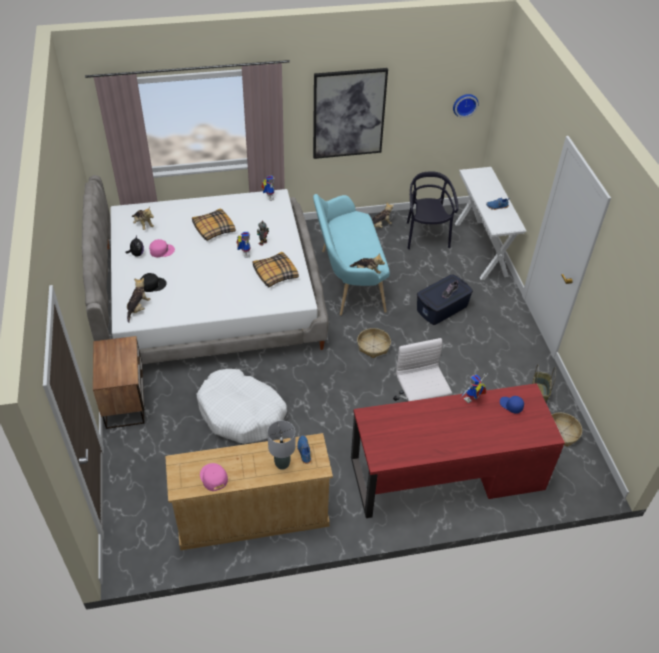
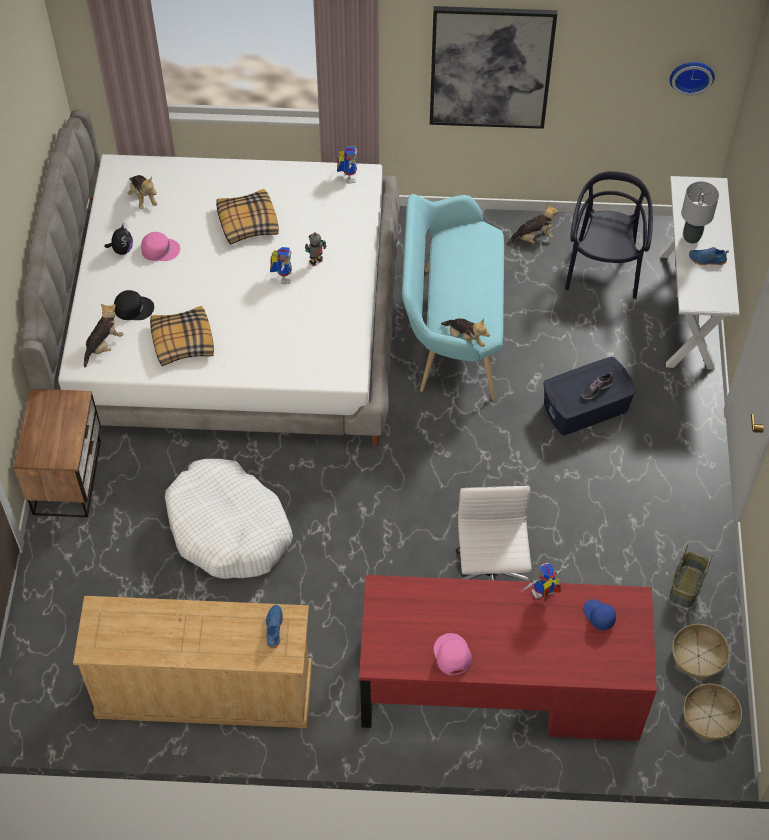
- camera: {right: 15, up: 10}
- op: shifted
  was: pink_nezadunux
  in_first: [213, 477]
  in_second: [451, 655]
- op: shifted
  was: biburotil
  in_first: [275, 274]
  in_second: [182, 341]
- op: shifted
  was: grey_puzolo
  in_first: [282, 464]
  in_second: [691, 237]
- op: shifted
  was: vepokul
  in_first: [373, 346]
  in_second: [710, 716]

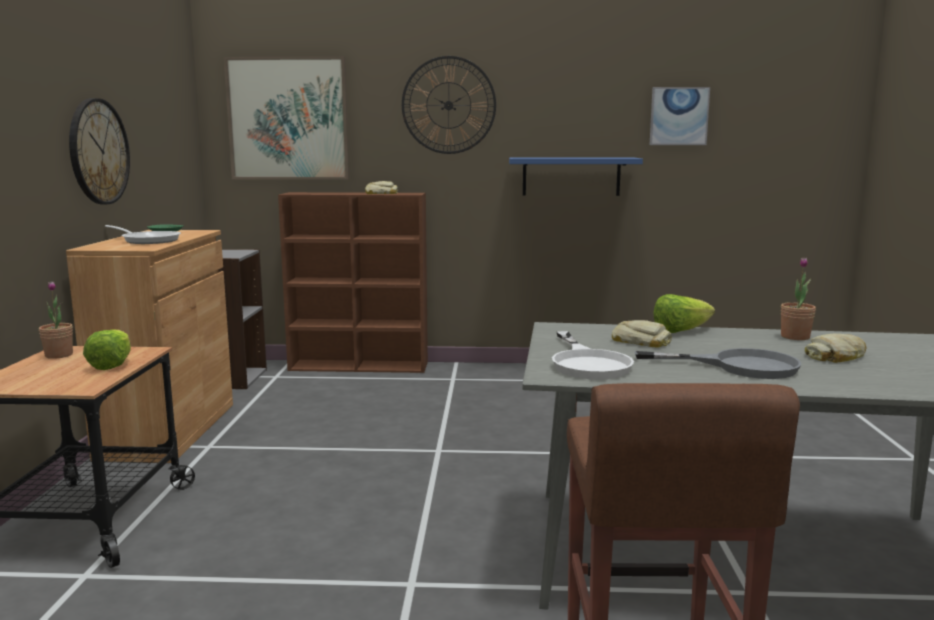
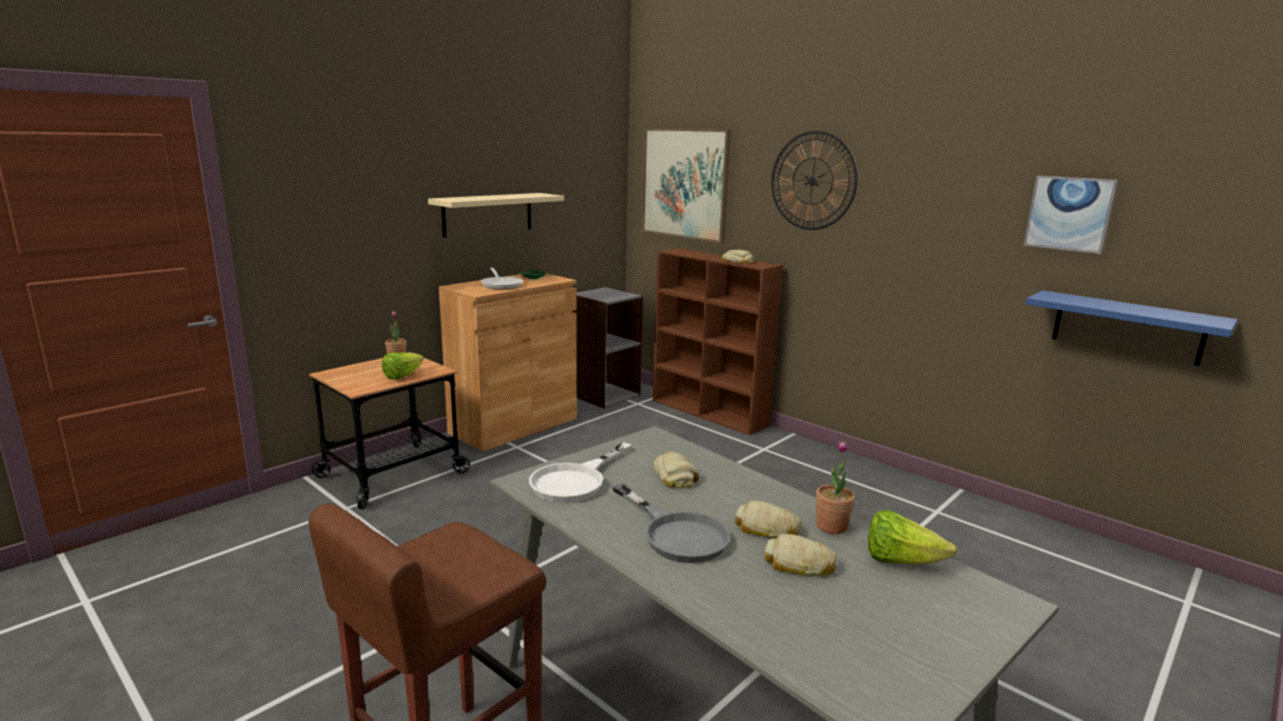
- camera: {right: 40, up: 5}
- op: new
  now: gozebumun
  in_second: [767, 529]
- op: shifted
  was: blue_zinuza
  in_first: [571, 176]
  in_second: [1127, 327]
- op: shifted
  was: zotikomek
  in_first: [680, 331]
  in_second: [900, 561]
- op: swapped
  was: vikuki
  now: beige_zinuza
  in_first: [98, 152]
  in_second: [488, 214]

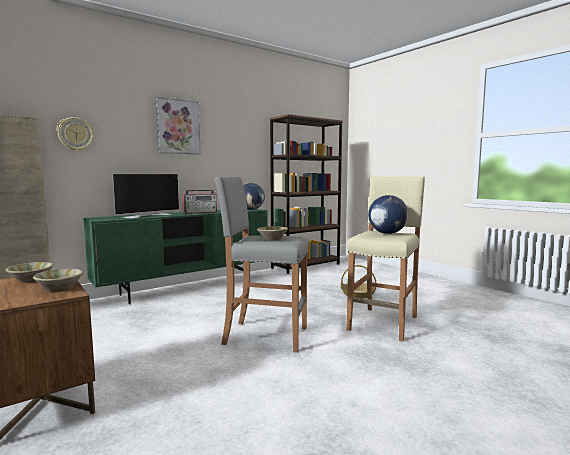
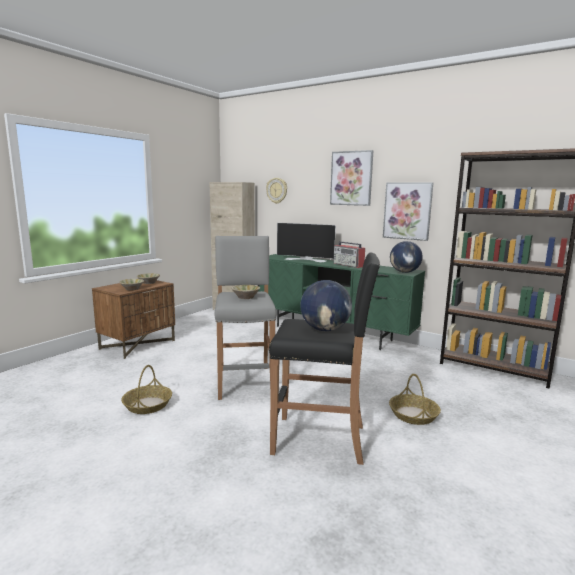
- camera: {right: 70, up: 5}
- op: new
  now: vepokul
  in_second: [147, 405]
- op: new
  now: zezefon
  in_second: [407, 211]
- op: repainted
  was: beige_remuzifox
  now: black_remuzifox
  in_first: [384, 323]
  in_second: [320, 439]

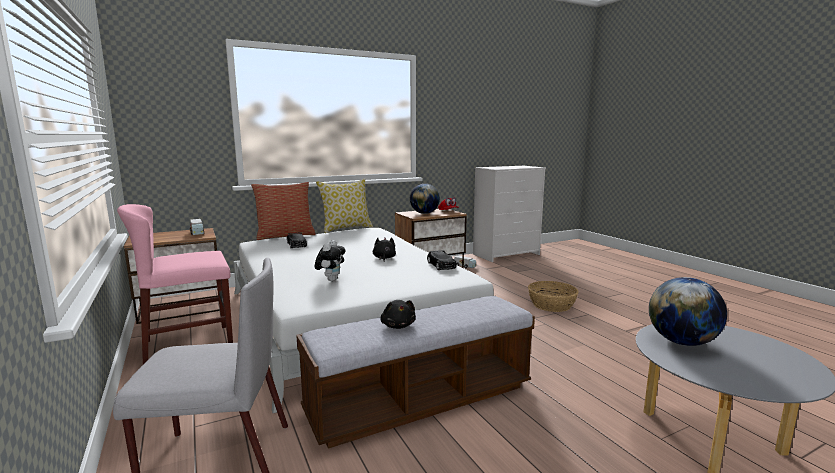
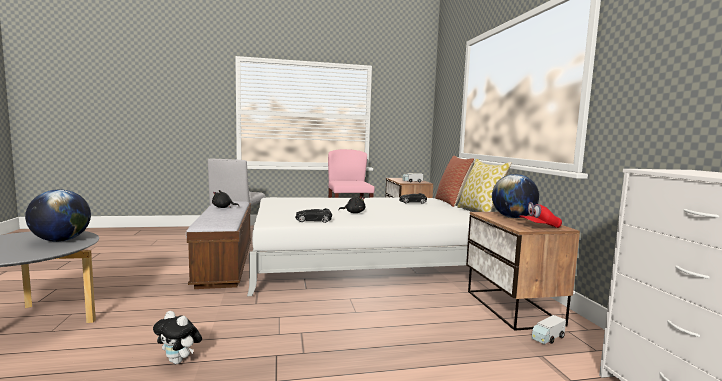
- camera: {right: 105, up: -5}
- op: gone
  was: vepokul
  in_first: [552, 305]
- op: shifted
  was: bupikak
  in_first: [331, 279]
  in_second: [179, 361]

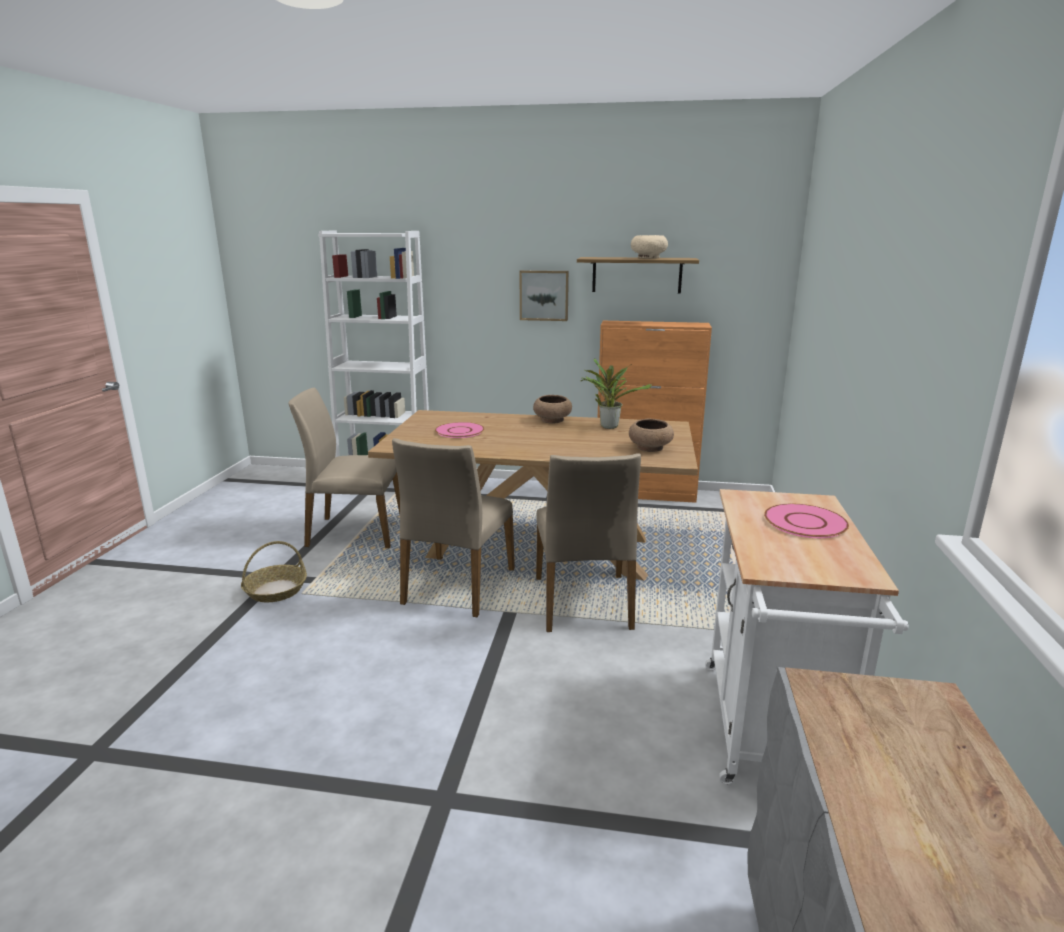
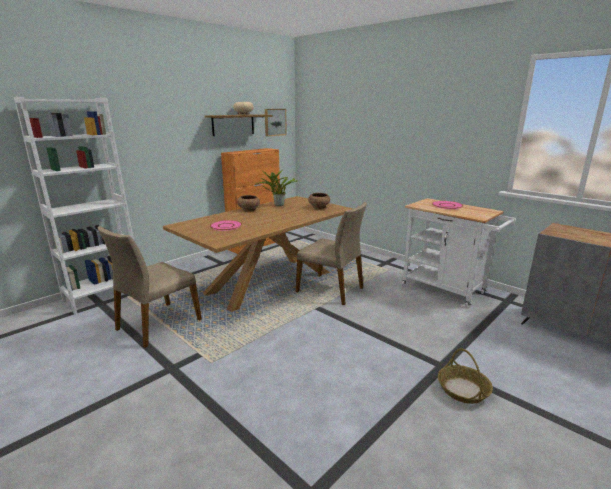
- camera: {right: -55, up: 0}
- op: gone
  was: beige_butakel
  in_first: [457, 586]
- op: shifted
  was: vepokul
  in_first: [276, 590]
  in_second: [462, 389]
- op: shifted
  was: zezefon
  in_first: [544, 295]
  in_second: [274, 122]

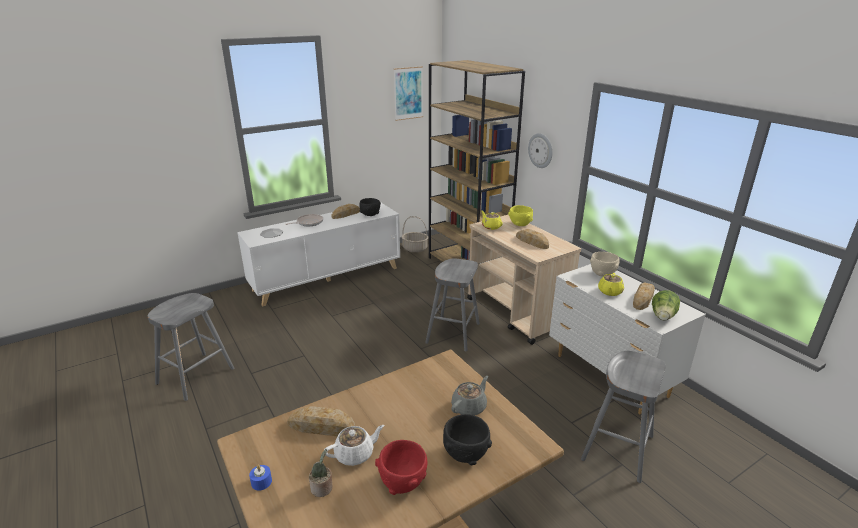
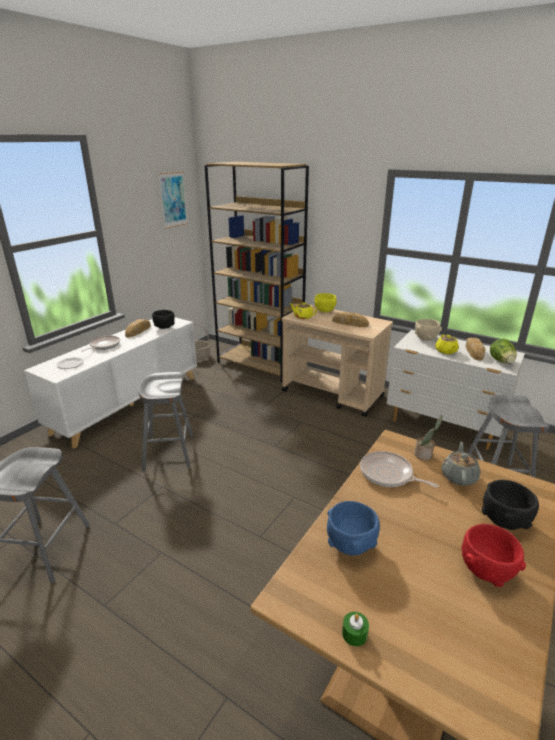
- camera: {right: -25, up: 0}
- op: gone
  was: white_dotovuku
  in_first: [355, 454]
- op: gone
  was: vikuki
  in_first: [541, 150]
- op: new
  now: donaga
  in_second: [388, 474]
- op: shifted
  was: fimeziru
  in_first: [322, 489]
  in_second: [424, 455]
- op: shifted
  was: grey_remuzifox
  in_first: [453, 333]
  in_second: [169, 452]
- op: swapped
  was: gozebumun
  now: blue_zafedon
  in_first: [321, 426]
  in_second: [351, 545]
- op: repainted
  was: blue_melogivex
  now: green_melogivex
  in_first: [261, 482]
  in_second: [354, 634]

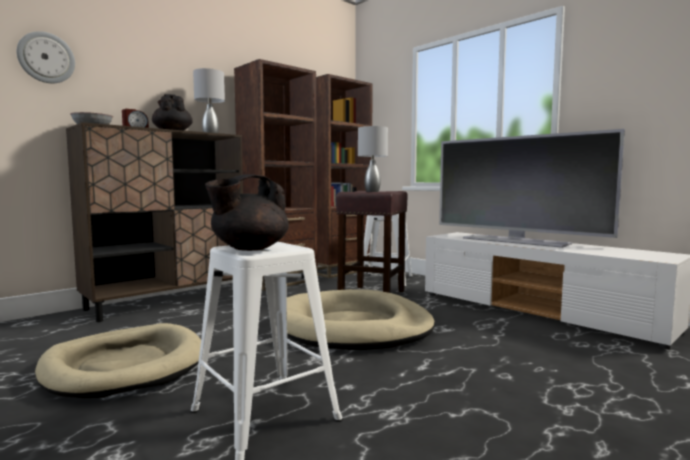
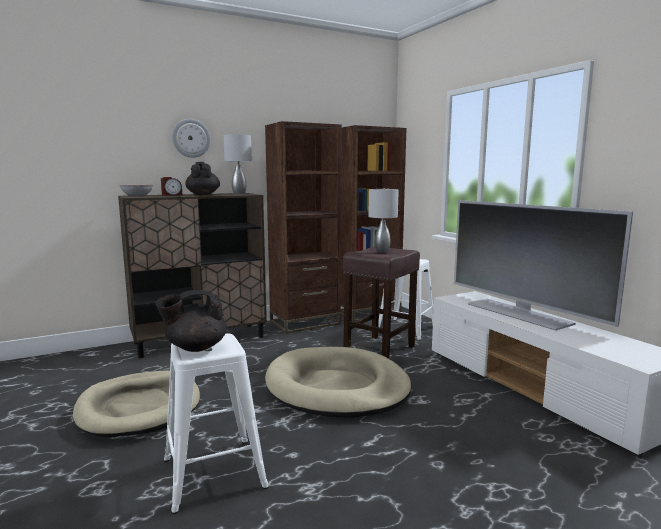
- camera: {right: 15, up: 5}
- op: shifted
  was: vikuki
  in_first: [46, 58]
  in_second: [191, 138]

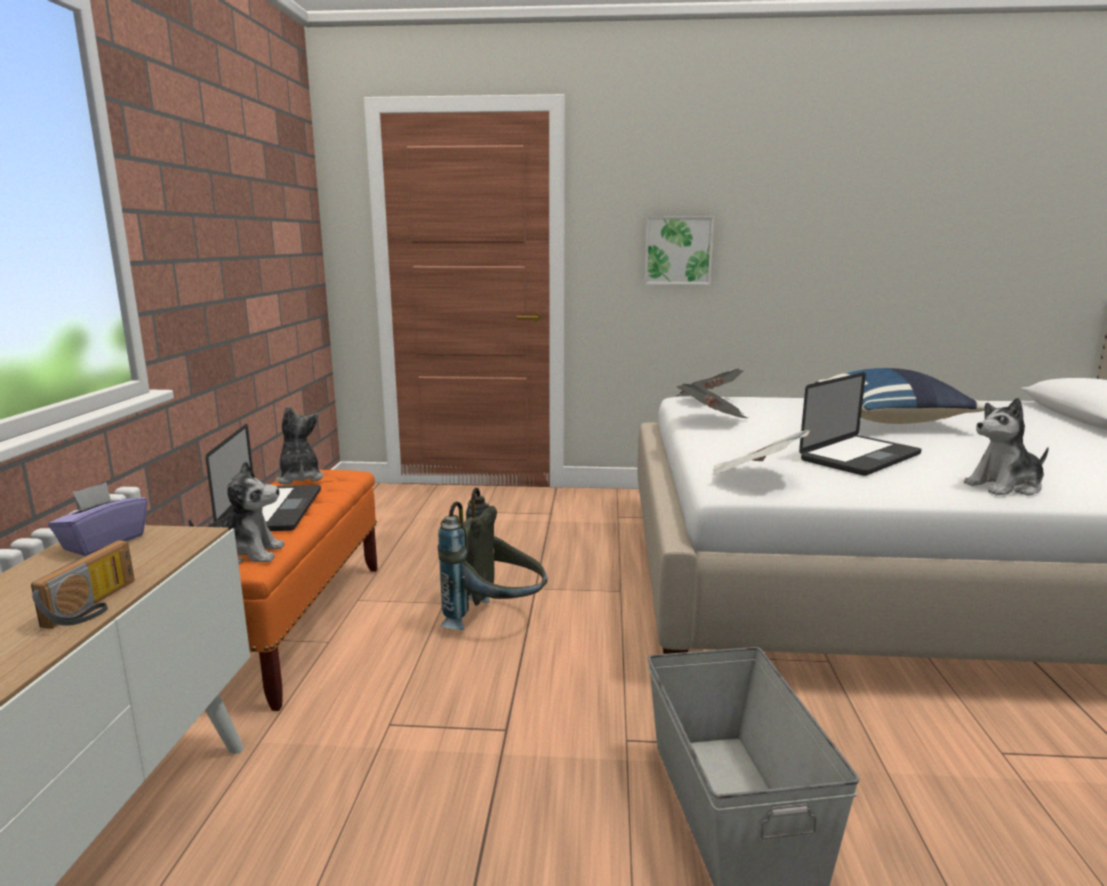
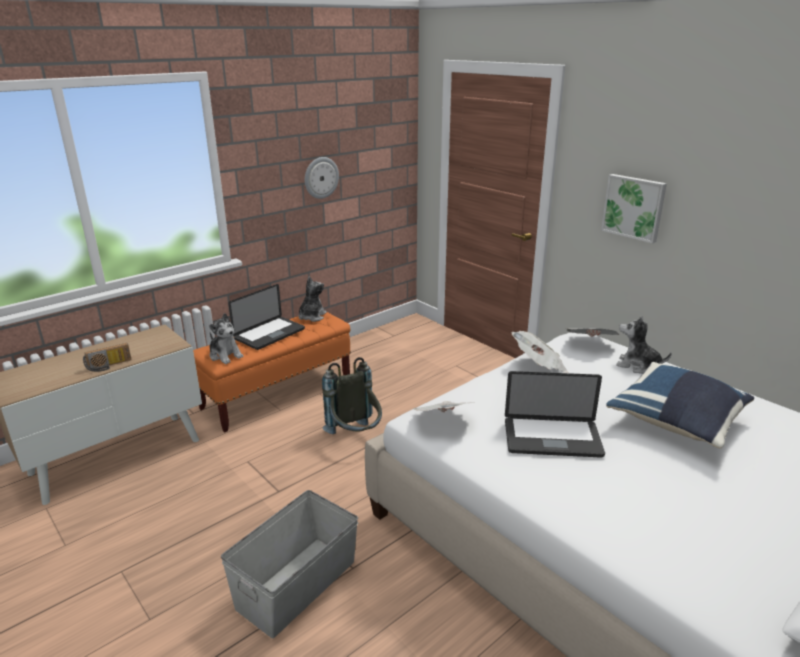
- camera: {right: 45, up: 10}
- op: gone
  was: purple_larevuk
  in_first: [103, 543]
- op: new
  now: vikuki
  in_second: [321, 177]
- op: shifted
  was: bupikak
  in_first: [1005, 486]
  in_second: [637, 365]

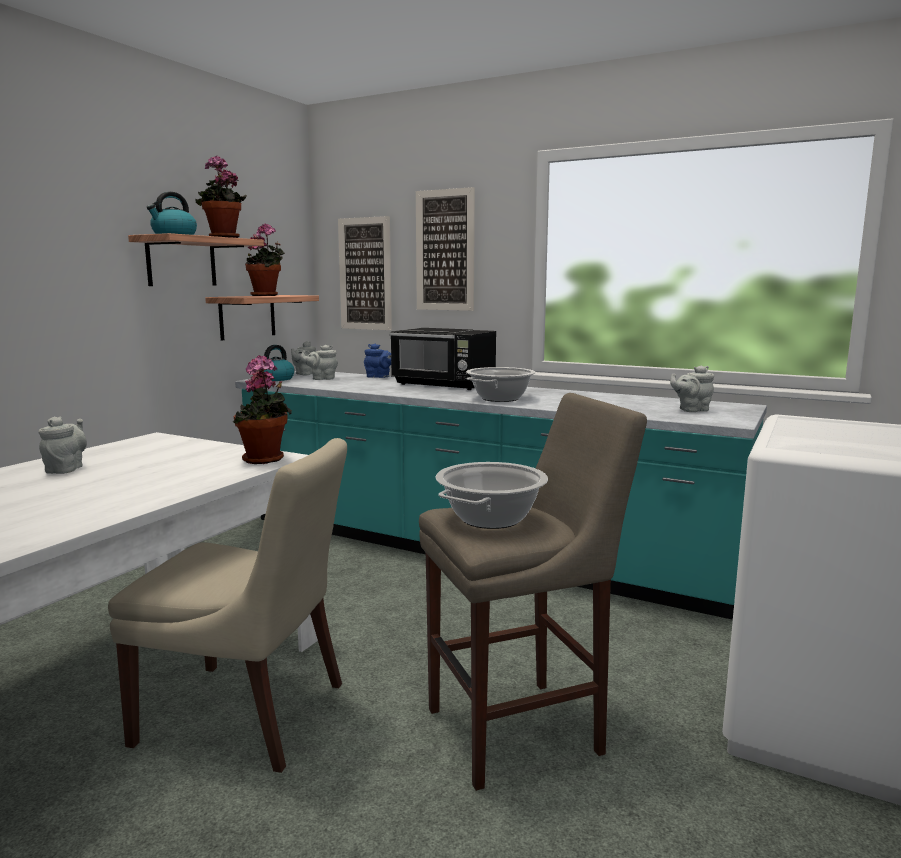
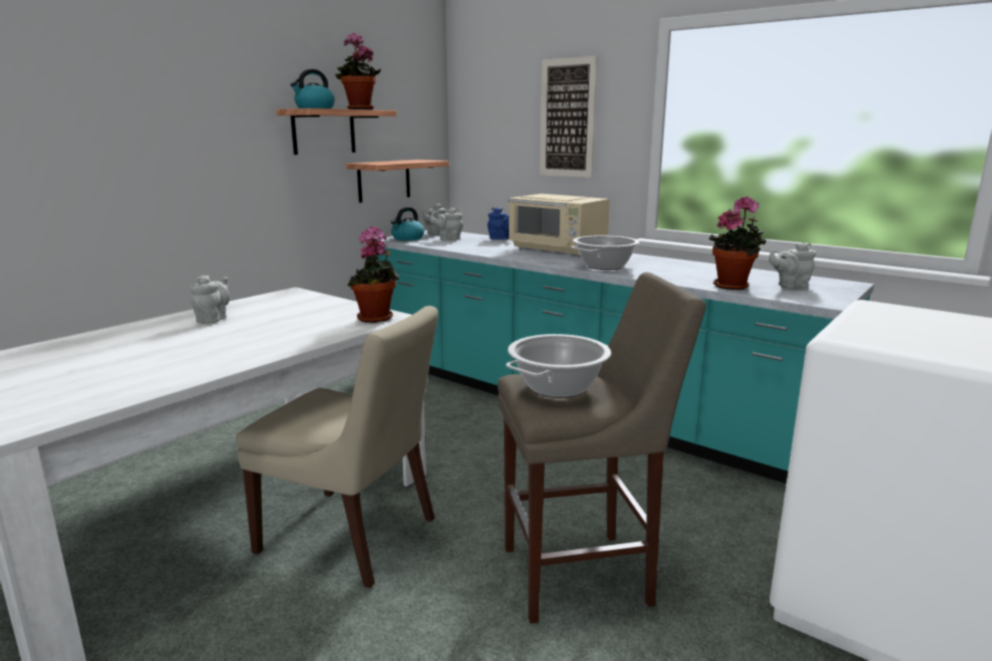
- camera: {right: 10, up: 5}
- op: gone
  was: zezefon
  in_first: [365, 274]
- op: shifted
  was: fimeziru
  in_first: [267, 295]
  in_second: [733, 286]
- op: repainted
  was: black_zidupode
  now: beige_zidupode
  in_first: [444, 385]
  in_second: [558, 249]

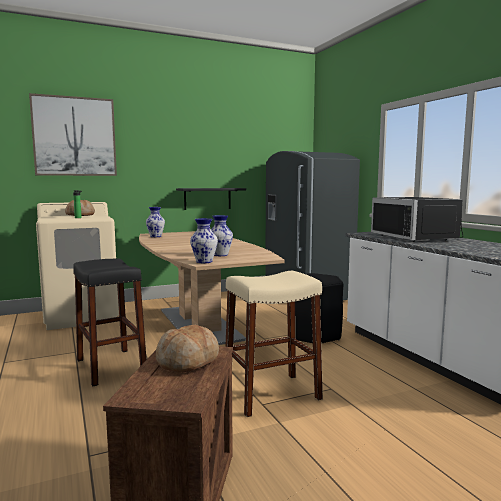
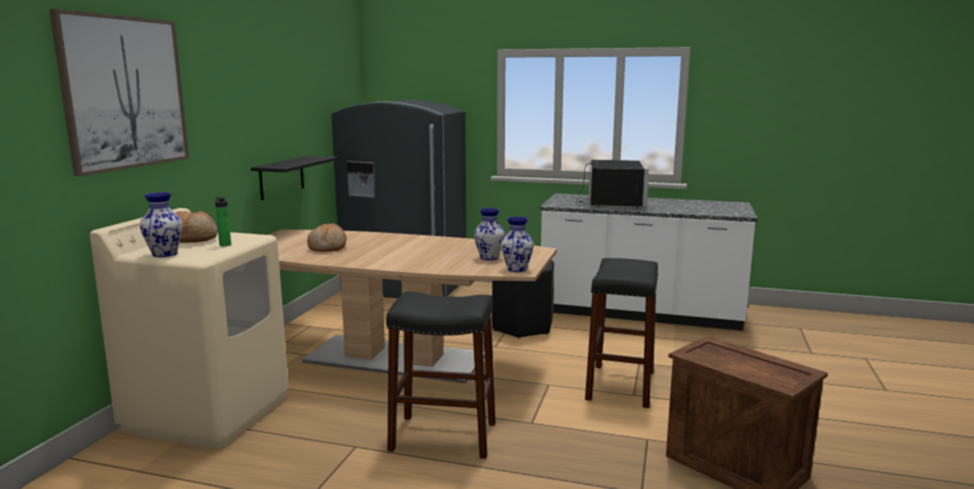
- camera: {right: -50, up: 5}
- op: shifted
  was: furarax
  in_first: [156, 236]
  in_second: [165, 254]
- op: shifted
  was: gozebumun
  in_first: [188, 361]
  in_second: [328, 247]
- op: repainted
  was: beige_remuzifox
  now: black_remuzifox
  in_first: [271, 394]
  in_second: [620, 385]
- op: rotated
  was: black_zidupode
  in_first: [418, 237]
  in_second: [610, 202]
  clockwise: -105

